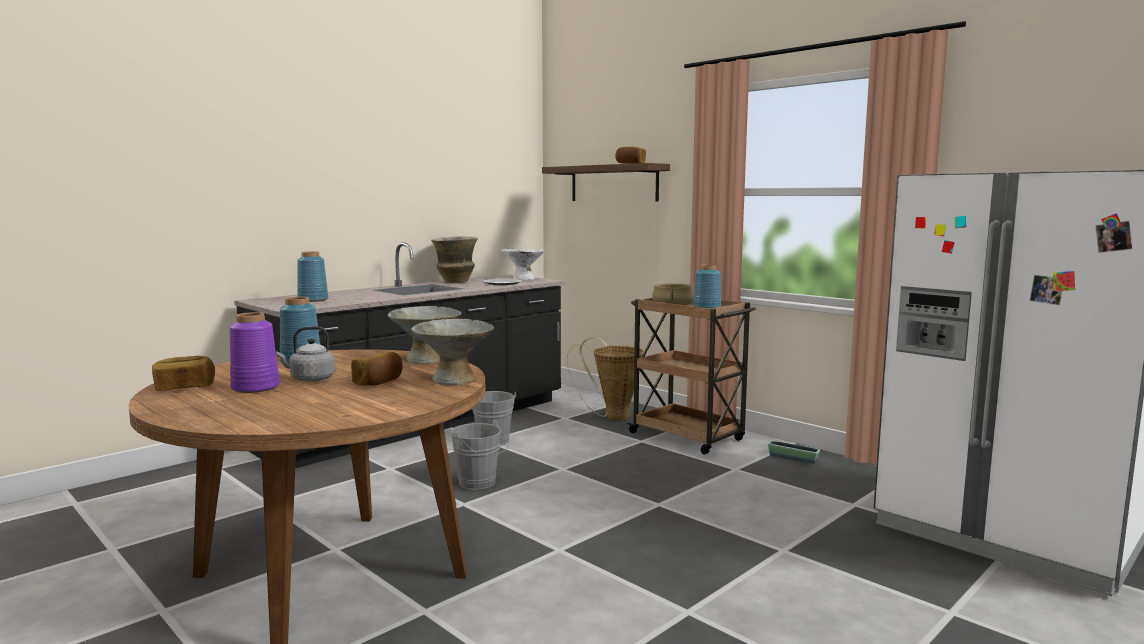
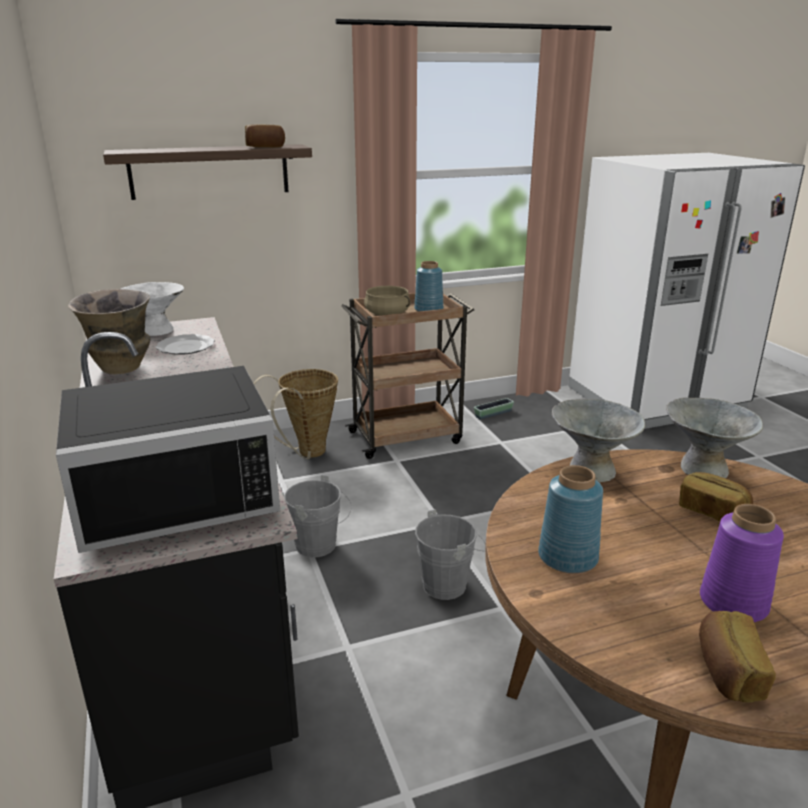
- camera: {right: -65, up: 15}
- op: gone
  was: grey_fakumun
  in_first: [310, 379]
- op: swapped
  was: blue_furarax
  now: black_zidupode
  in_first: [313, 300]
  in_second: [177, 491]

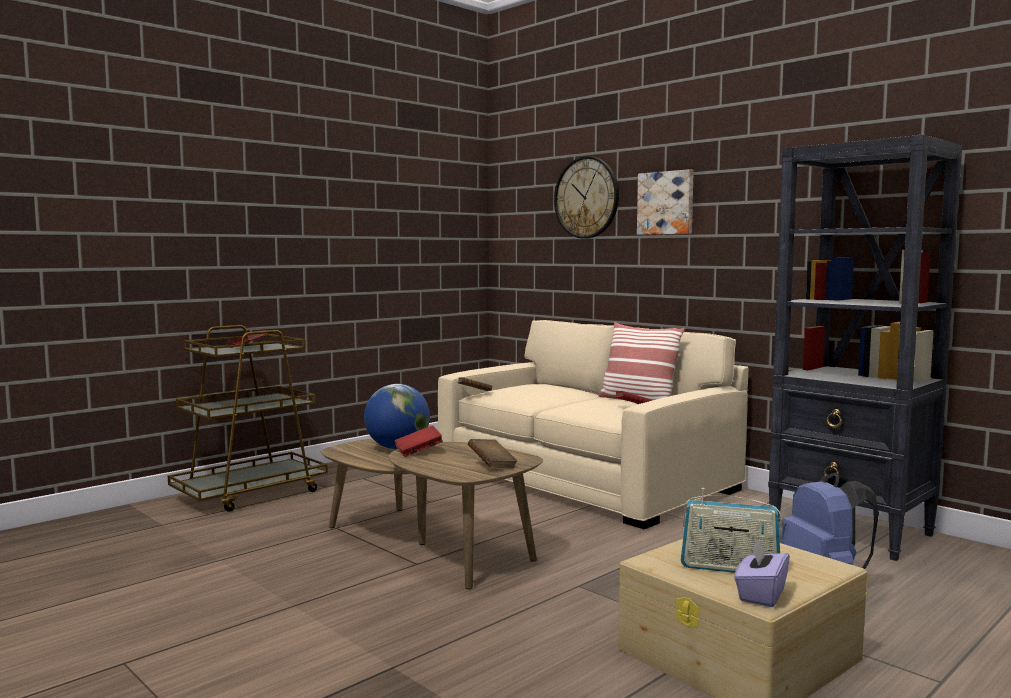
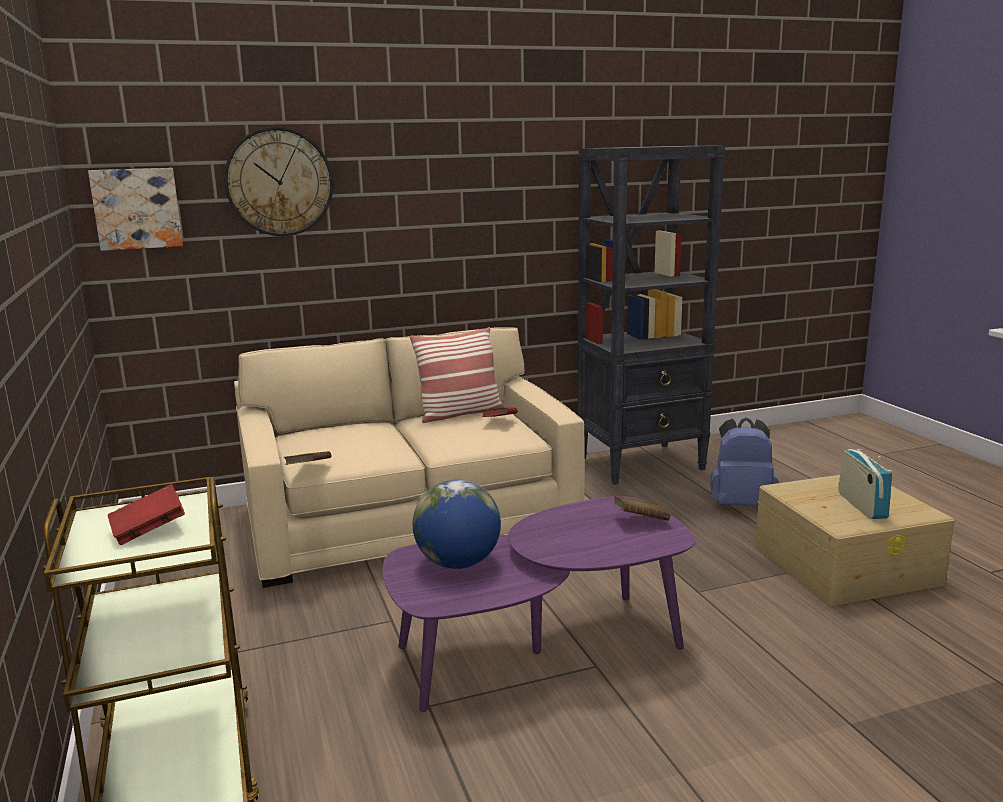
- camera: {right: -65, up: 10}
- op: gone
  was: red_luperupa
  in_first: [418, 452]
- op: gone
  was: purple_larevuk
  in_first: [761, 594]
- op: shifted
  was: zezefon
  in_first: [666, 203]
  in_second: [137, 208]
- op: repainted
  was: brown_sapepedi
  now: purple_sapepedi
  in_first: [427, 544]
  in_second: [539, 648]
- op: rotated
  was: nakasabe
  in_first: [729, 568]
  in_second: [862, 505]
  clockwise: -45

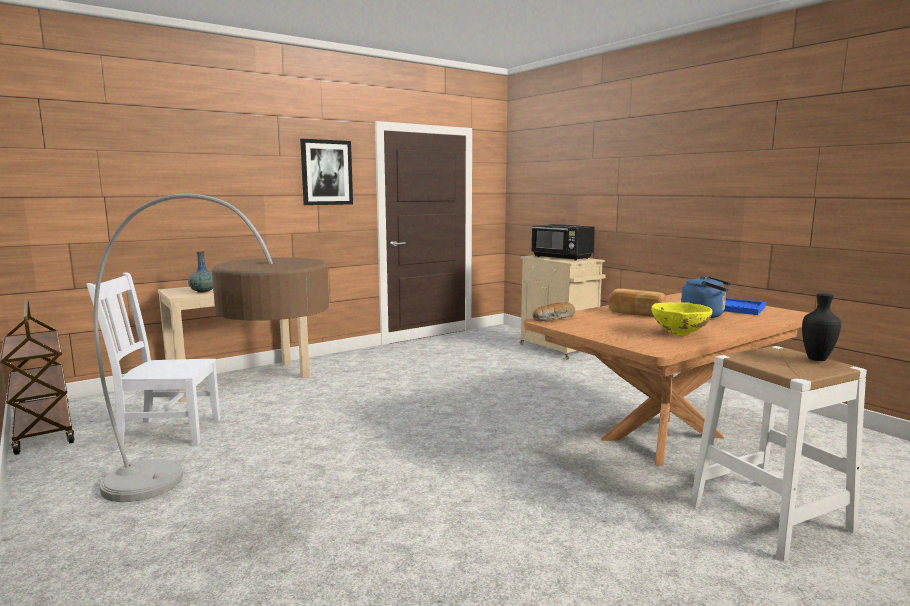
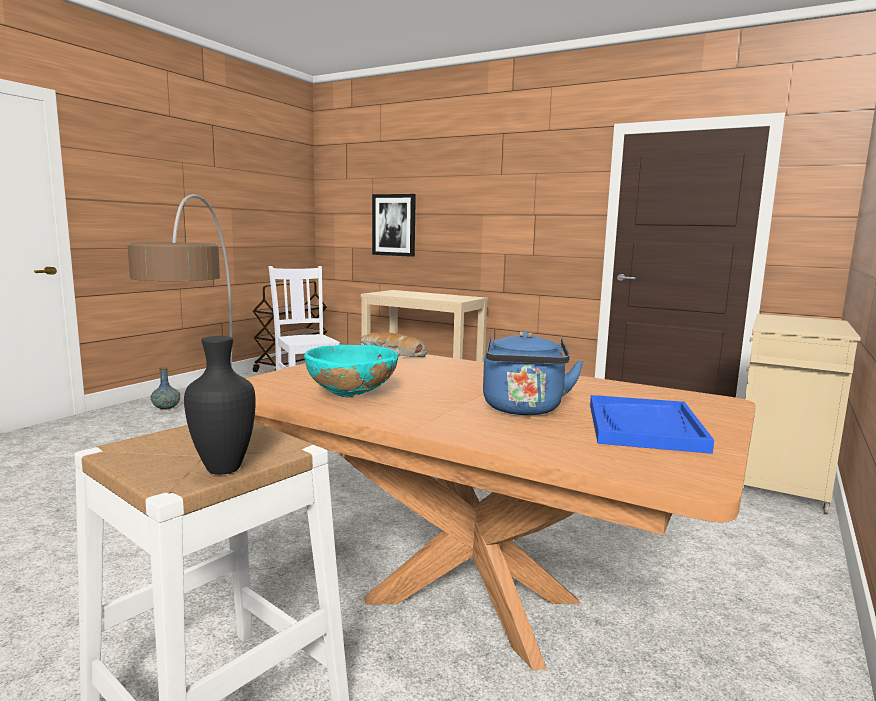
- camera: {right: 65, up: 0}
- op: gone
  was: black_zidupode
  in_first: [562, 257]
- op: gone
  was: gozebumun
  in_first: [635, 314]
- op: shifted
  was: furarax
  in_first: [203, 291]
  in_second: [166, 408]
- op: shifted
  was: zezefon
  in_first: [326, 172]
  in_second: [394, 225]
- op: repainted
  was: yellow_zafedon
  now: turquoise_zafedon
  in_first: [679, 334]
  in_second: [351, 396]

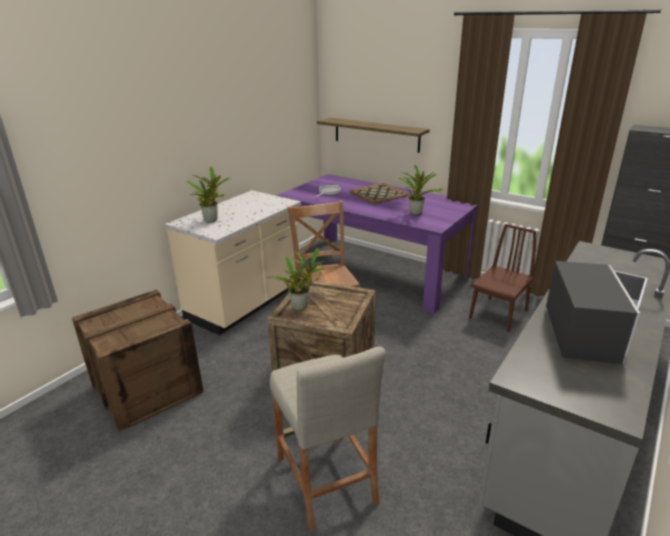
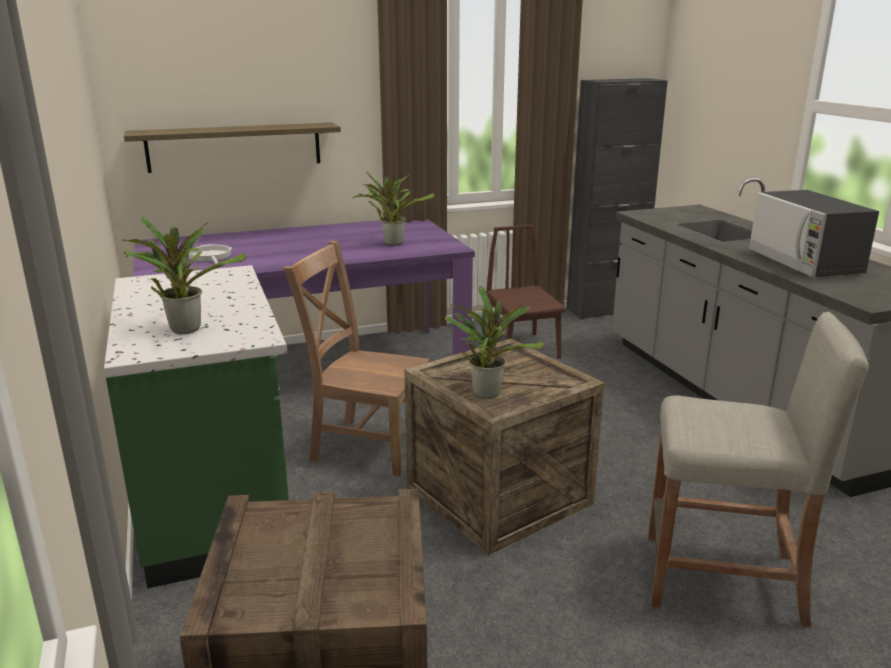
- camera: {right: -55, up: -5}
- op: gone
  was: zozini
  in_first: [378, 193]
- op: repainted
  was: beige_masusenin
  now: green_masusenin
  in_first: [246, 304]
  in_second: [216, 500]
- op: rotated
  was: zidupode
  in_first: [581, 334]
  in_second: [804, 263]
  clockwise: -150

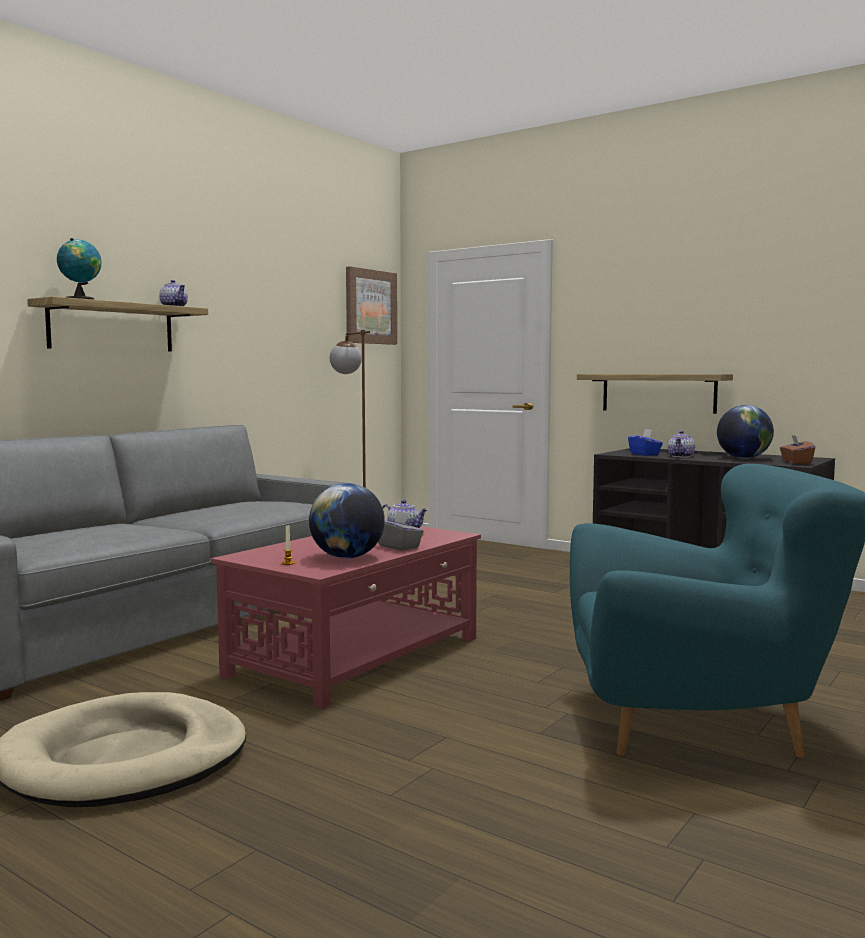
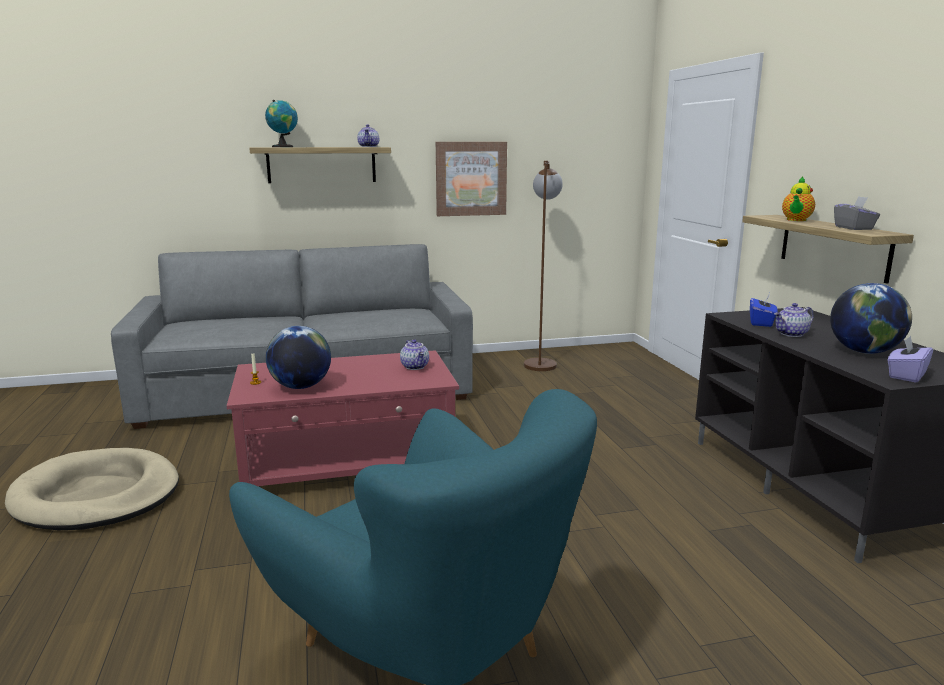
- camera: {right: 40, up: 10}
- op: new
  now: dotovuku
  in_second: [796, 220]
- op: shifted
  was: zezefon
  in_first: [370, 307]
  in_second: [471, 179]
- op: shifted
  was: grey_larevuk
  in_first: [399, 547]
  in_second: [854, 228]
- op: repainted
  was: brown_larevuk
  now: purple_larevuk
  in_first: [796, 463]
  in_second: [906, 375]

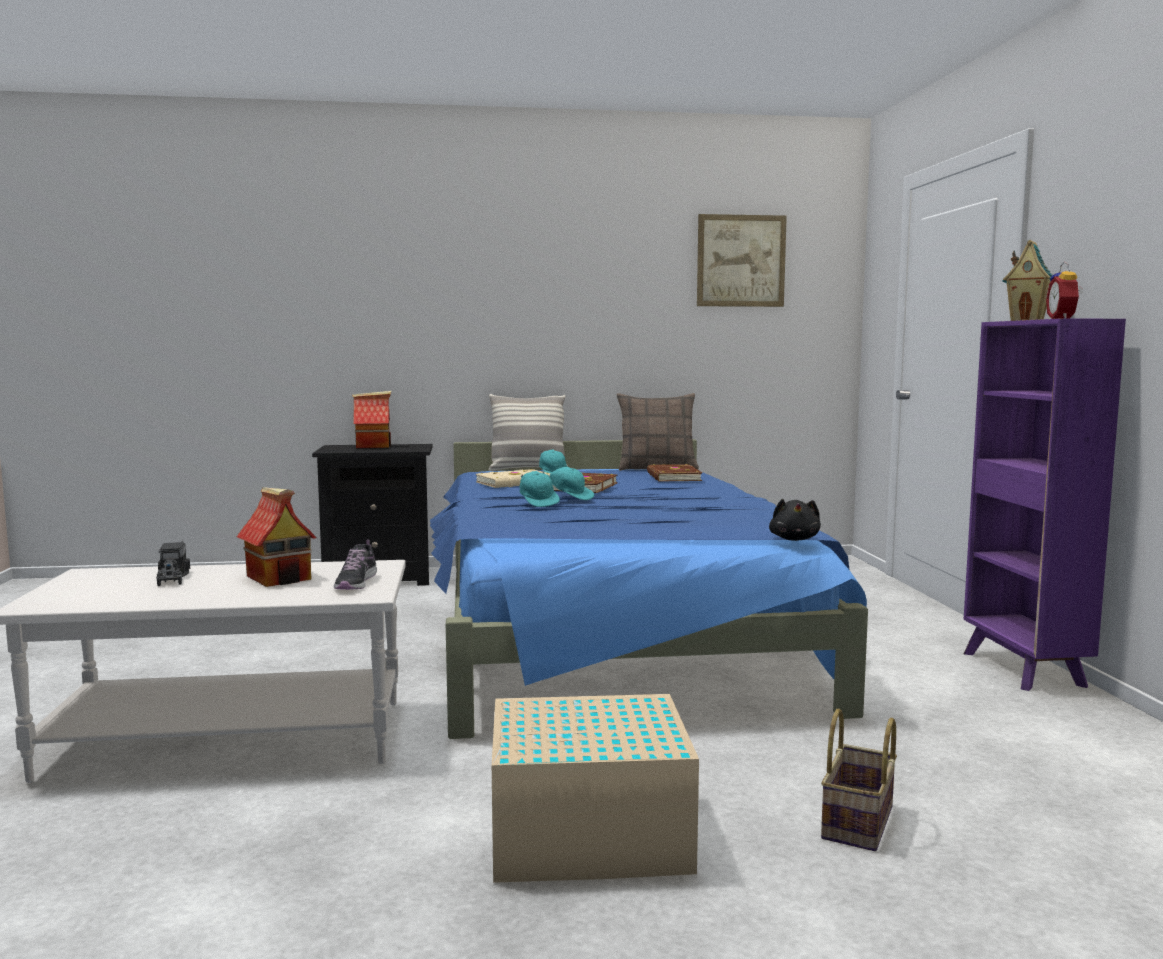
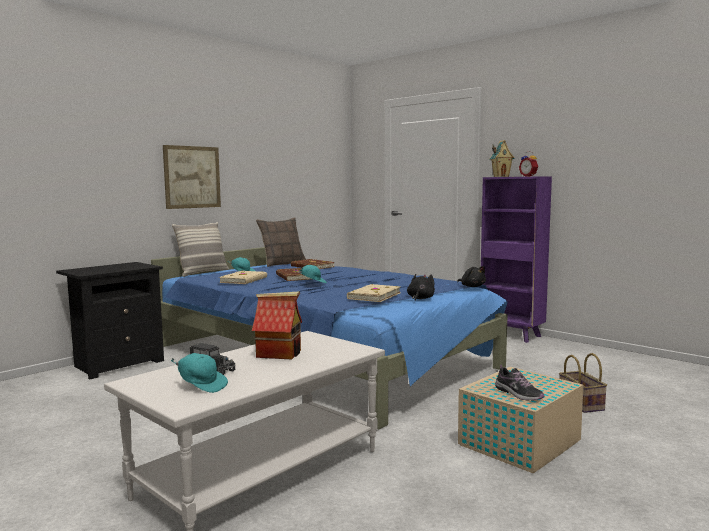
- camera: {right: -40, up: 0}
- op: gone
  was: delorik
  in_first: [373, 446]
- op: new
  now: beige_luperupa
  in_second: [373, 296]
- op: new
  now: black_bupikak
  in_second: [420, 298]
- op: shifted
  was: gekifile
  in_first: [356, 583]
  in_second: [518, 394]
- op: shifted
  was: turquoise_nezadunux
  in_first: [538, 503]
  in_second: [202, 386]
- op: shifted
  was: zezefon
  in_first: [741, 261]
  in_second: [192, 177]

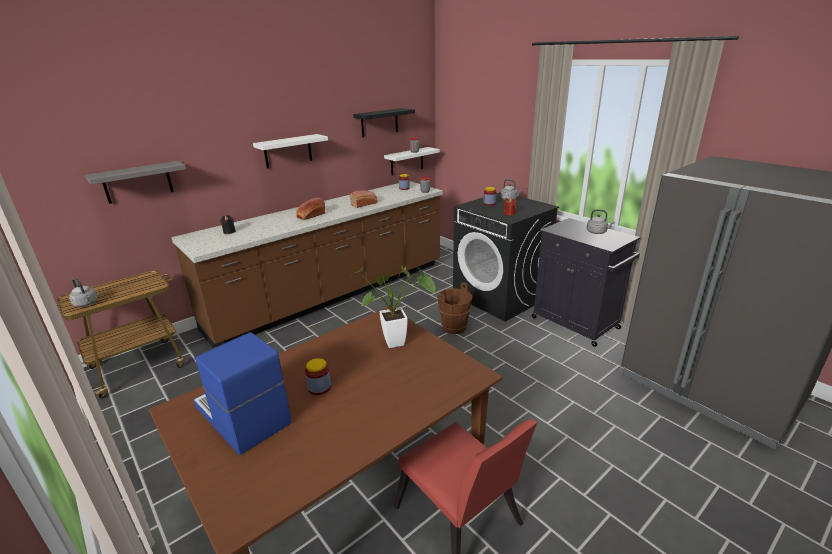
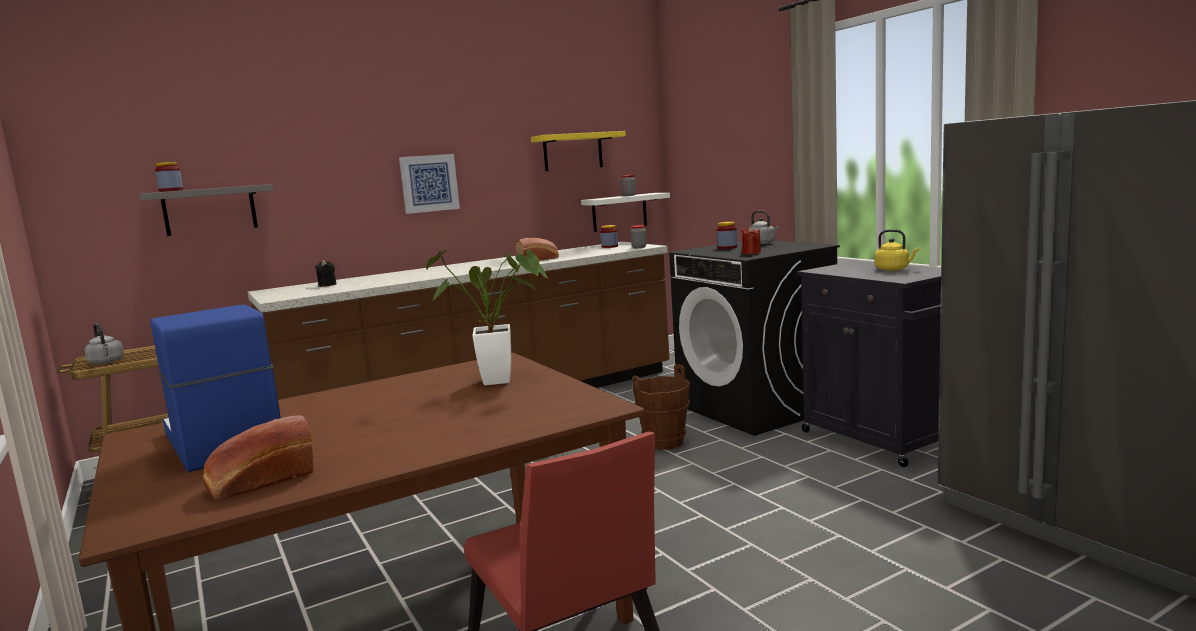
- camera: {right: 10, up: -15}
- op: shifted
  was: gozebumun
  in_first: [310, 216]
  in_second: [260, 481]
- op: shifted
  was: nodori
  in_first: [319, 387]
  in_second: [171, 191]
- op: swapped
  was: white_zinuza
  now: zezefon
  in_first: [288, 151]
  in_second: [429, 183]
- op: repainted
  was: black_zinuza
  now: yellow_zinuza
  in_first: [379, 122]
  in_second: [573, 152]
- op: repainted
  was: grey_fakumun
  now: yellow_fakumun
  in_first: [597, 232]
  in_second: [894, 269]

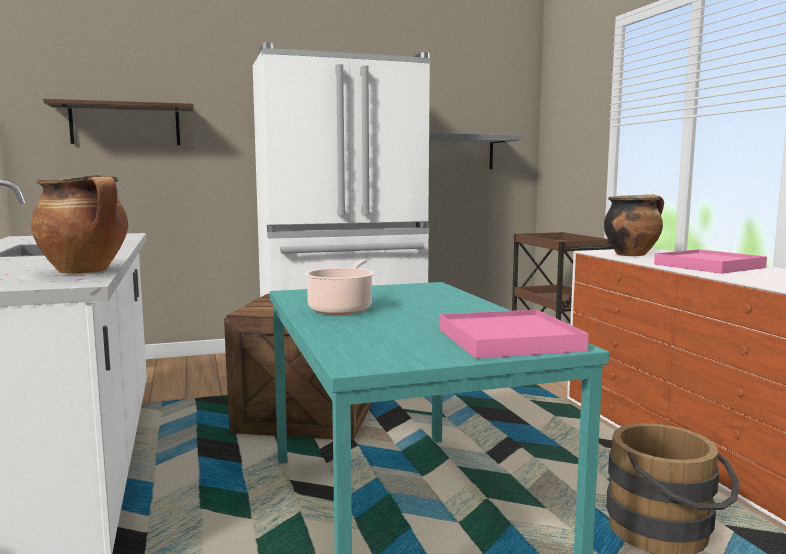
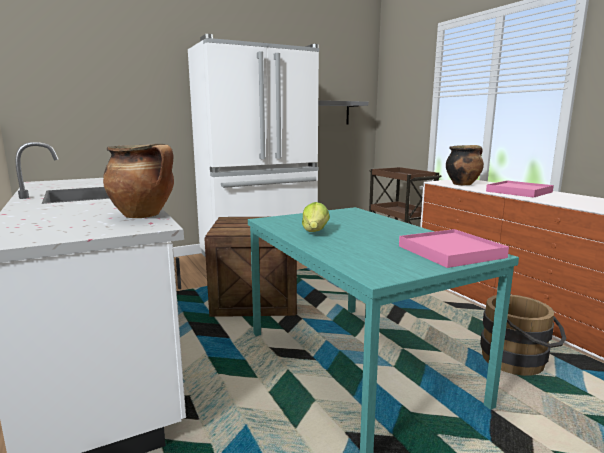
- camera: {right: -10, up: 5}
- op: gone
  was: zinuza
  in_first: [125, 125]
- op: swapped
  was: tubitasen
  now: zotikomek
  in_first: [342, 309]
  in_second: [315, 232]

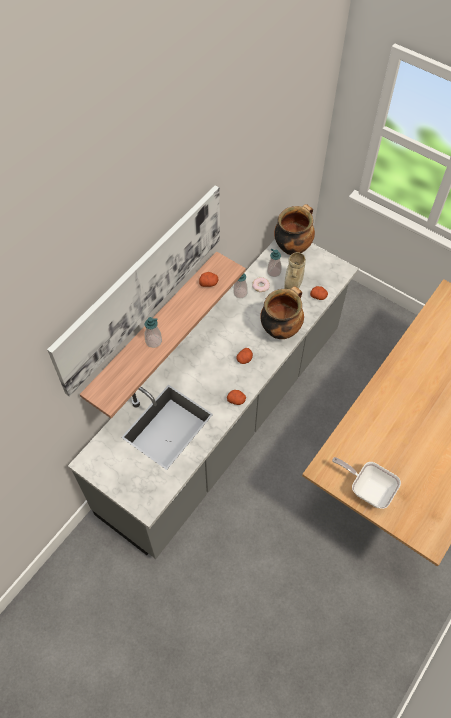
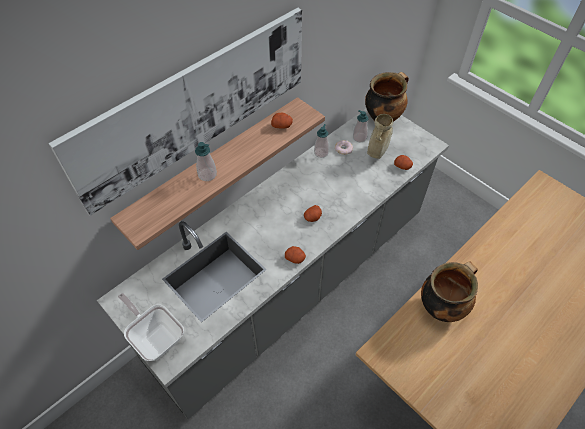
- camera: {right: 10, up: -5}
- op: shifted
  was: tubitasen
  in_first: [280, 329]
  in_second: [441, 306]
- op: shifted
  was: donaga
  in_first: [368, 488]
  in_second: [155, 336]

